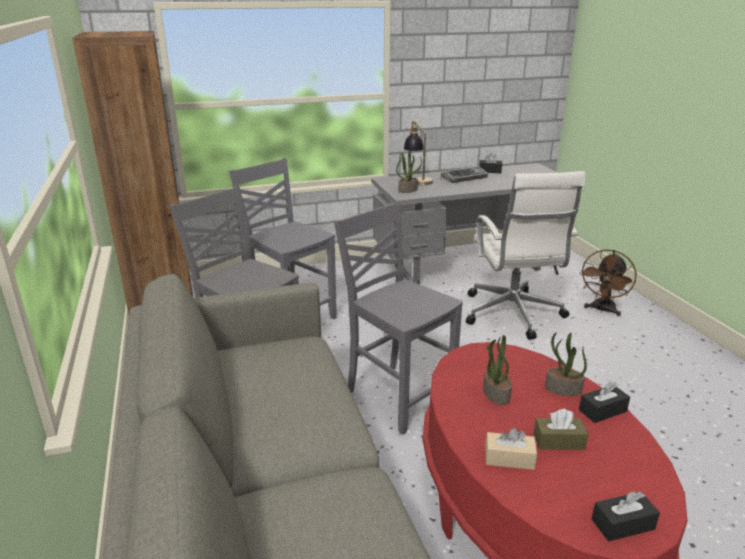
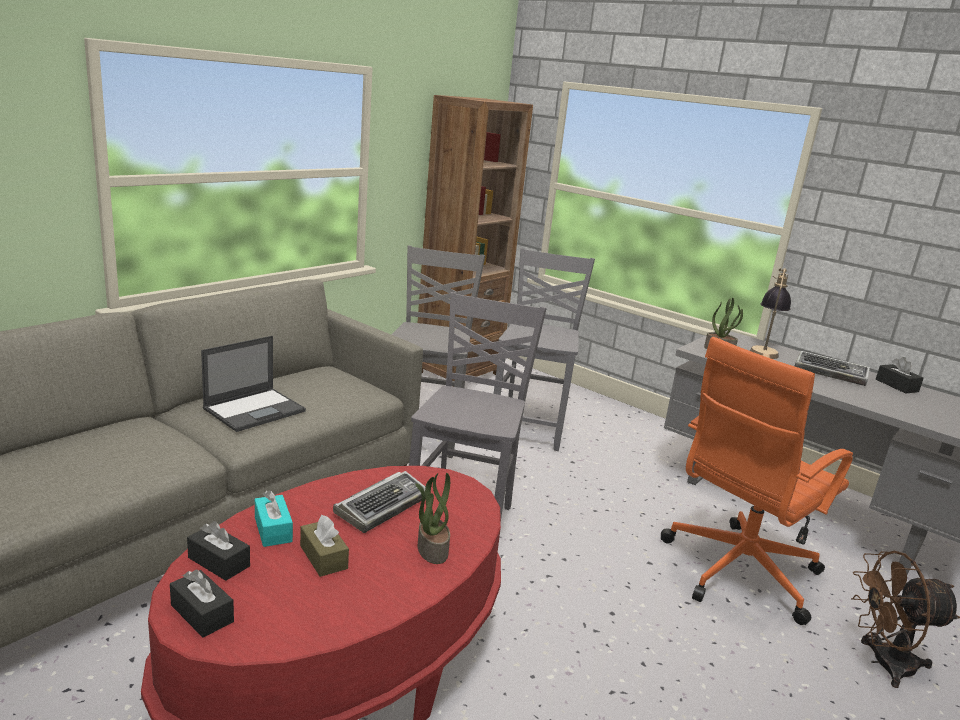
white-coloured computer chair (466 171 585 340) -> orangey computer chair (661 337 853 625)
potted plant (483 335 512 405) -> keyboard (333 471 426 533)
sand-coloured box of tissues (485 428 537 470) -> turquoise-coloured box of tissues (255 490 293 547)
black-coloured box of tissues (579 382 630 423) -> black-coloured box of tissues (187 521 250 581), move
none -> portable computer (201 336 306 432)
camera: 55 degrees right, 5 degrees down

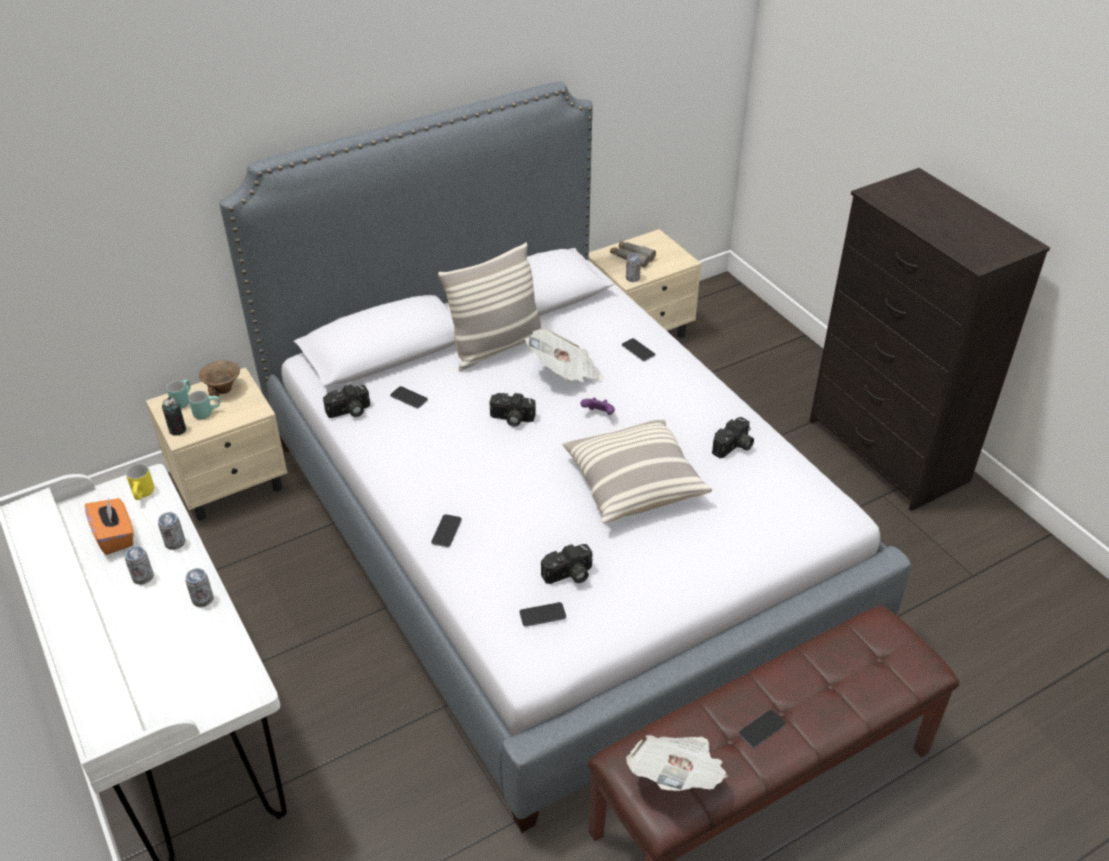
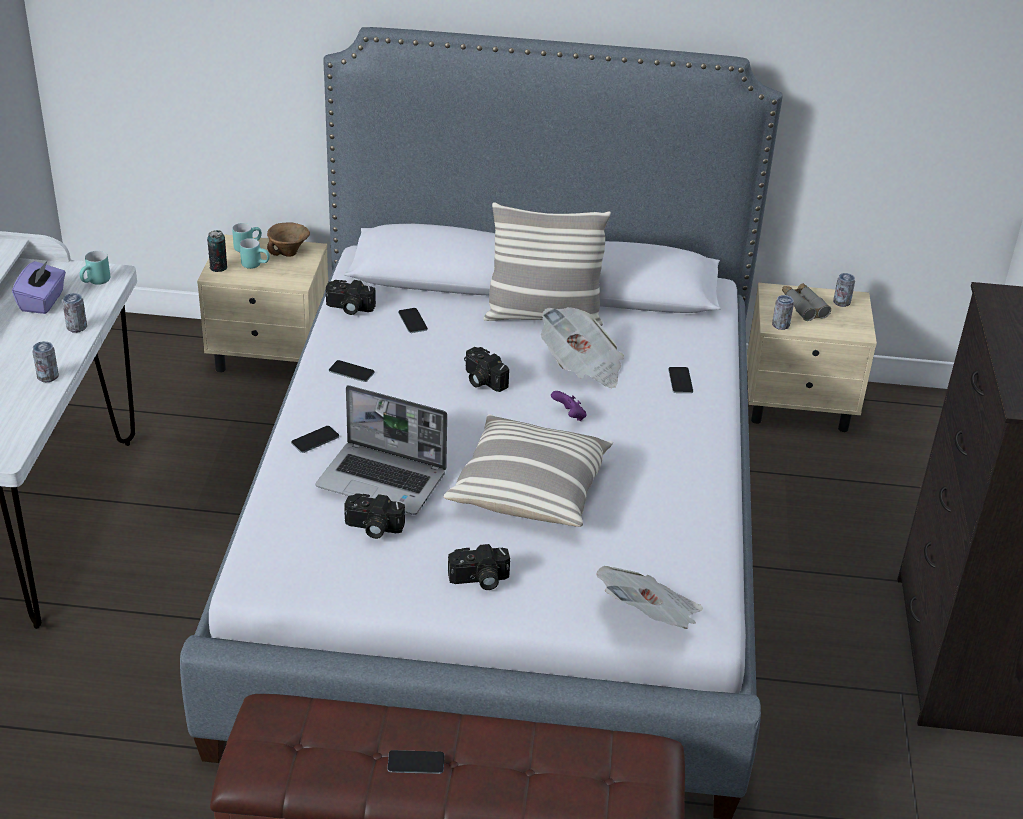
orangey box of tissues (85 496 134 555) -> purple box of tissues (12 260 66 314)
metal can (125 546 154 585) -> metal can (833 273 855 307), move
yellow mug (126 464 154 500) -> turquoise-coloured mug (79 251 110 285)
phone (519 602 566 627) -> phone (329 360 374 382), move
newspaper (626 735 728 791) -> newspaper (596 566 703 629), move
still camera (712 417 754 458) -> still camera (448 544 510 590), move
none -> portable computer (315 385 447 515)
camera: 35 degrees right, 5 degrees down

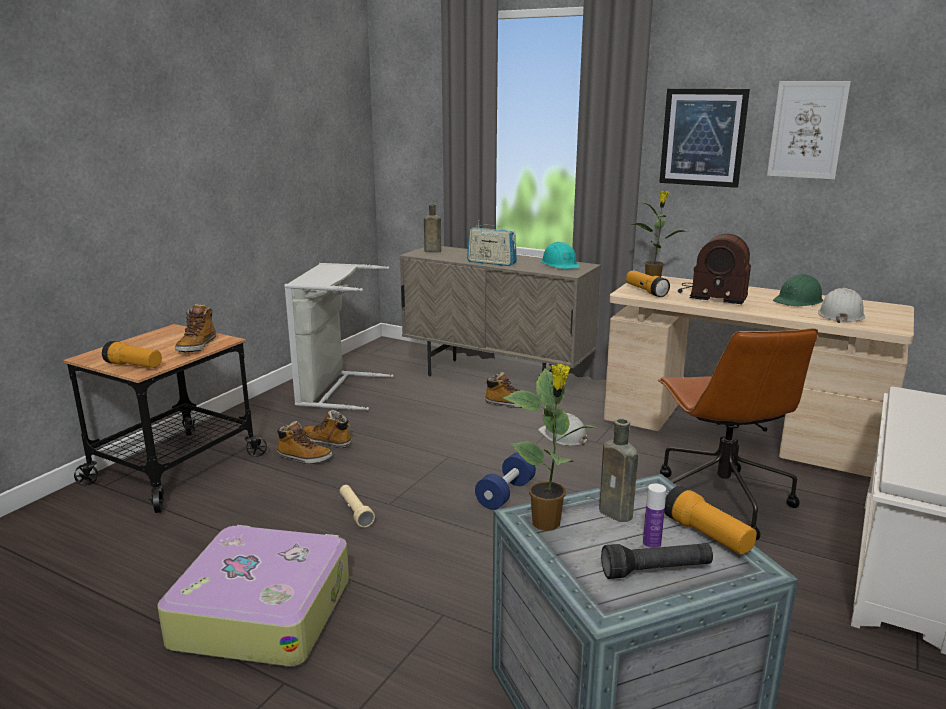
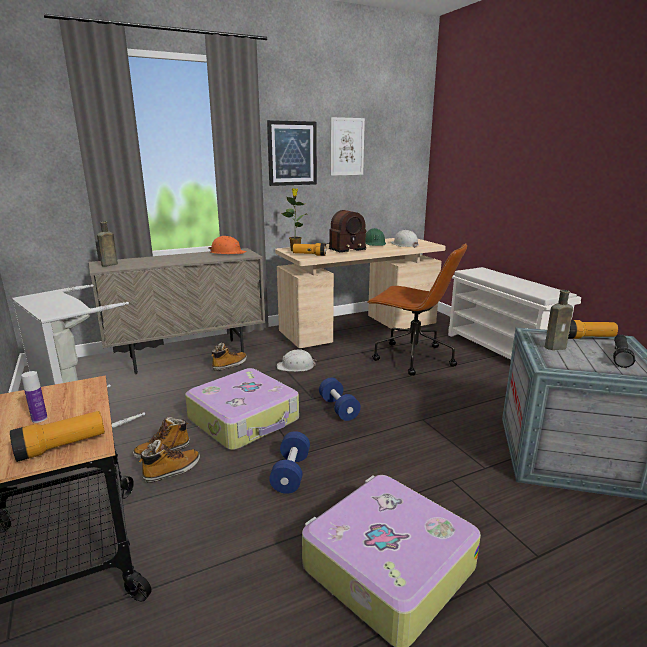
tall boot (175 304 216 353) -> none
sand-coloured flashlight (340 485 375 528) -> bluish hand weight (269 431 310 494)
radio set (467 220 517 266) -> none
potted plant (503 363 596 531) -> none
turquoise-coloured hard hat (541 242 580 269) -> orangey hard hat (208 236 247 254)
beverage bottle (643 484 666 548) -> beverage bottle (21 371 48 423), move
none -> suitcase (185 368 299 450)
camera: 55 degrees left, 0 degrees up

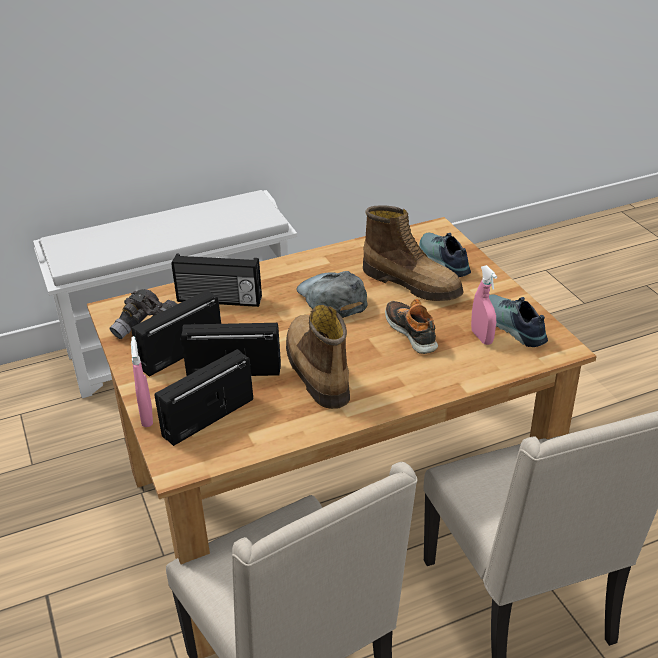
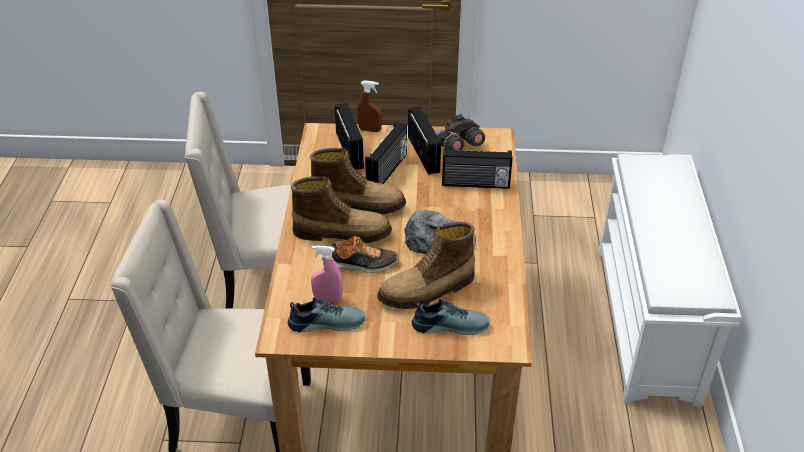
pink sprayer (131 336 153 427) -> brown sprayer (357 80 382 132)
radio set (171 254 262 307) -> radio set (442 148 513 189), 120 degrees counterclockwise
none -> tall boot (291 176 392 243)
camera: 115 degrees right, 5 degrees up

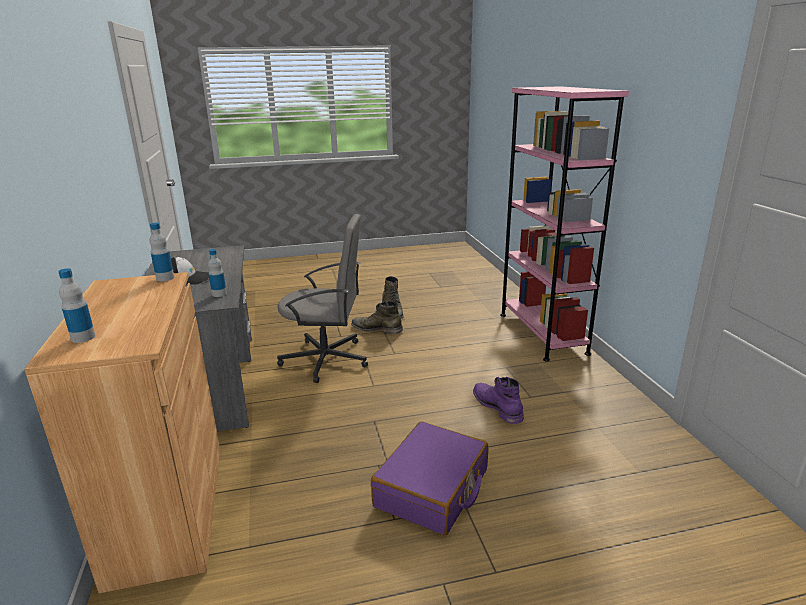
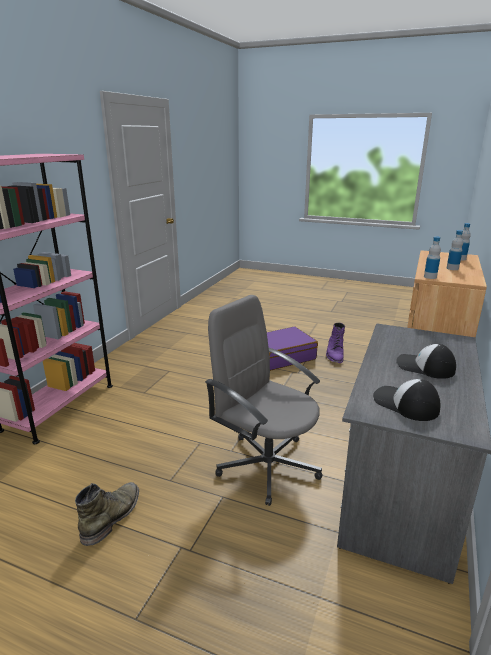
beverage bottle (208 249 227 297) -> beverage bottle (447 230 463 270), move
green tall boot (351 301 403 334) -> none
purple tall boot (473 377 524 424) -> purple tall boot (326 322 345 363), move
none -> baseball cap (373 379 441 421)
camera: 145 degrees left, 0 degrees up

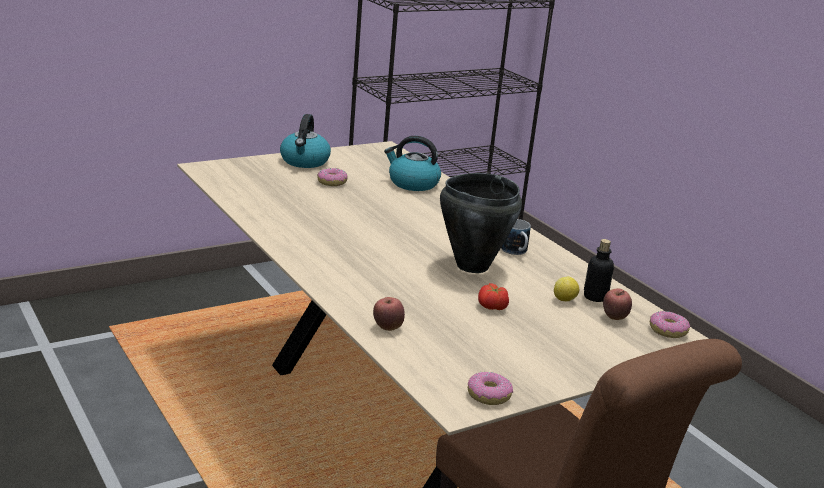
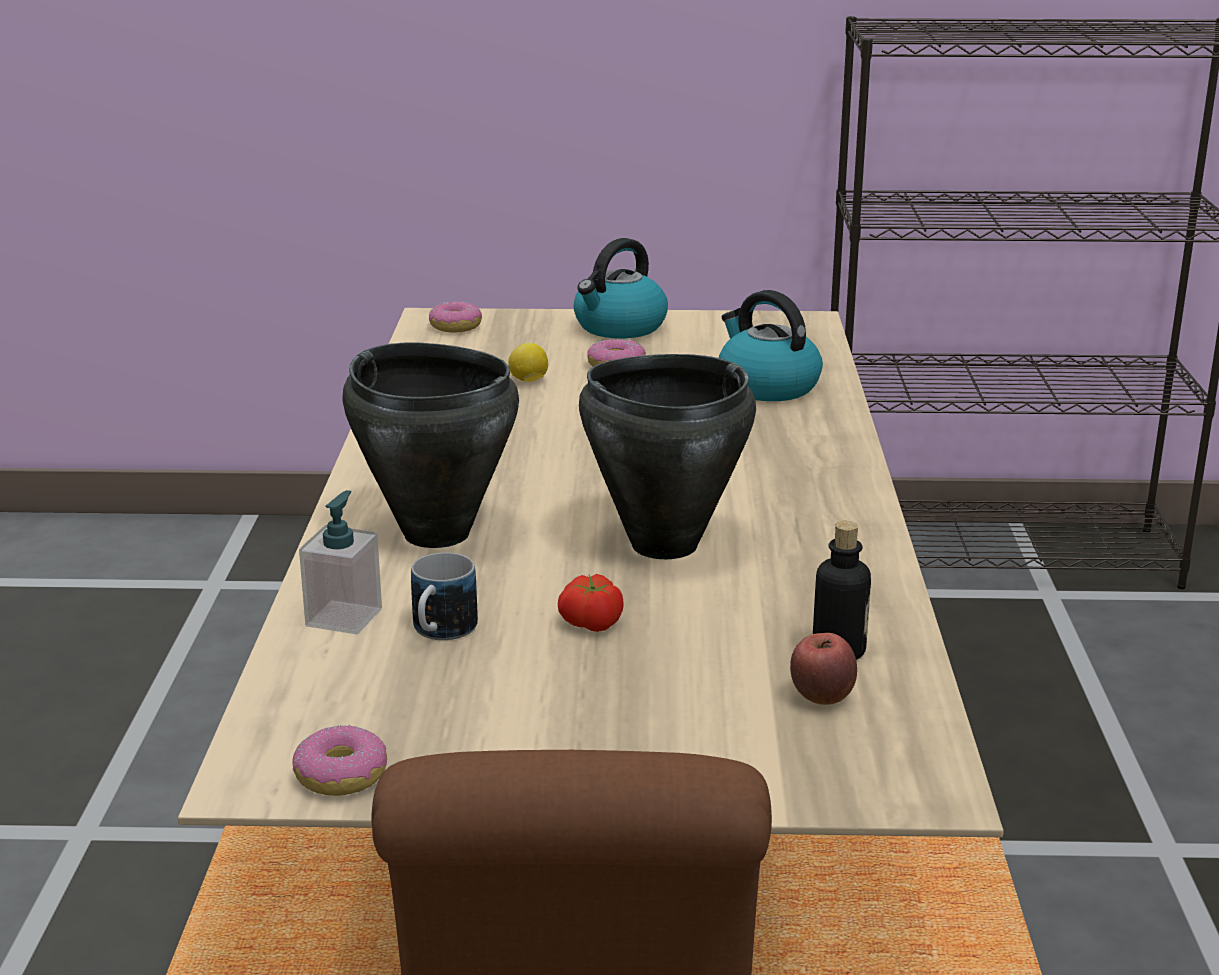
whole apple (373 297 405 331) -> soap dispenser (299 490 382 634)
mug (501 219 531 255) -> mug (411 553 478 640), move
citrus fruit (554 277 579 302) -> citrus fruit (508 343 548 382), move
donut (650 311 690 338) -> donut (429 301 482 333), move
none -> black-coloured stockpot (342 342 519 548)
camera: 35 degrees right, 0 degrees up

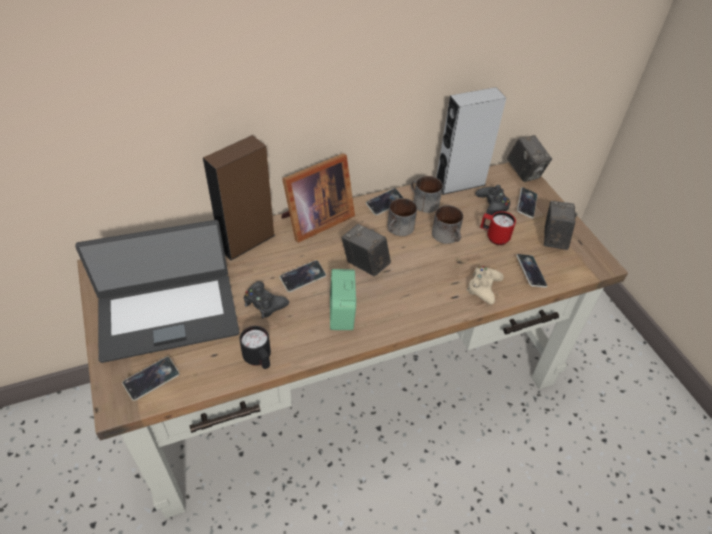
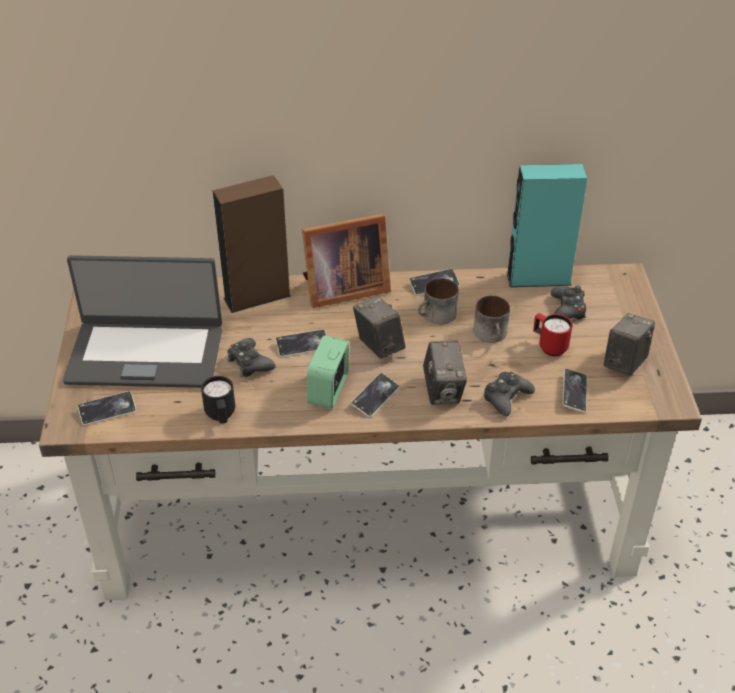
mug (411 176 443 213) -> none
greyish loudspeaker (436 87 506 195) -> turquoise-coloured loudspeaker (507 164 587 287)
sand-coloured joypad (466 266 504 304) -> black-coloured joypad (483 371 535 416)
still camera (507 135 552 182) -> still camera (423 341 467 405), move
phone (517 187 537 218) -> phone (351 373 399 417), move
camera: 20 degrees right, 5 degrees down

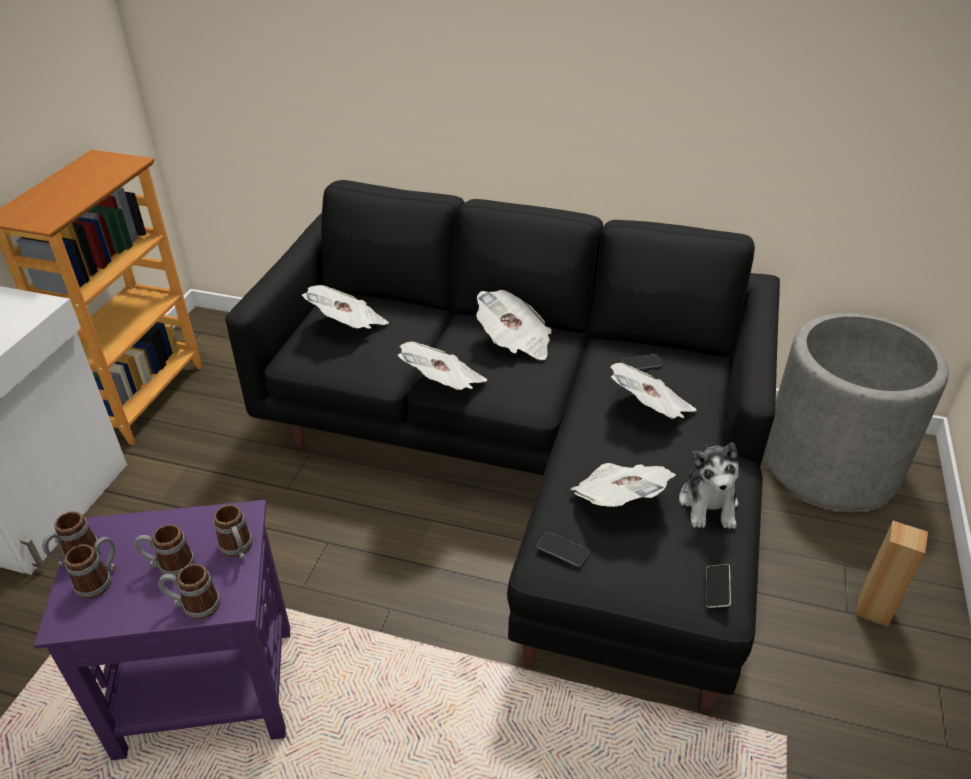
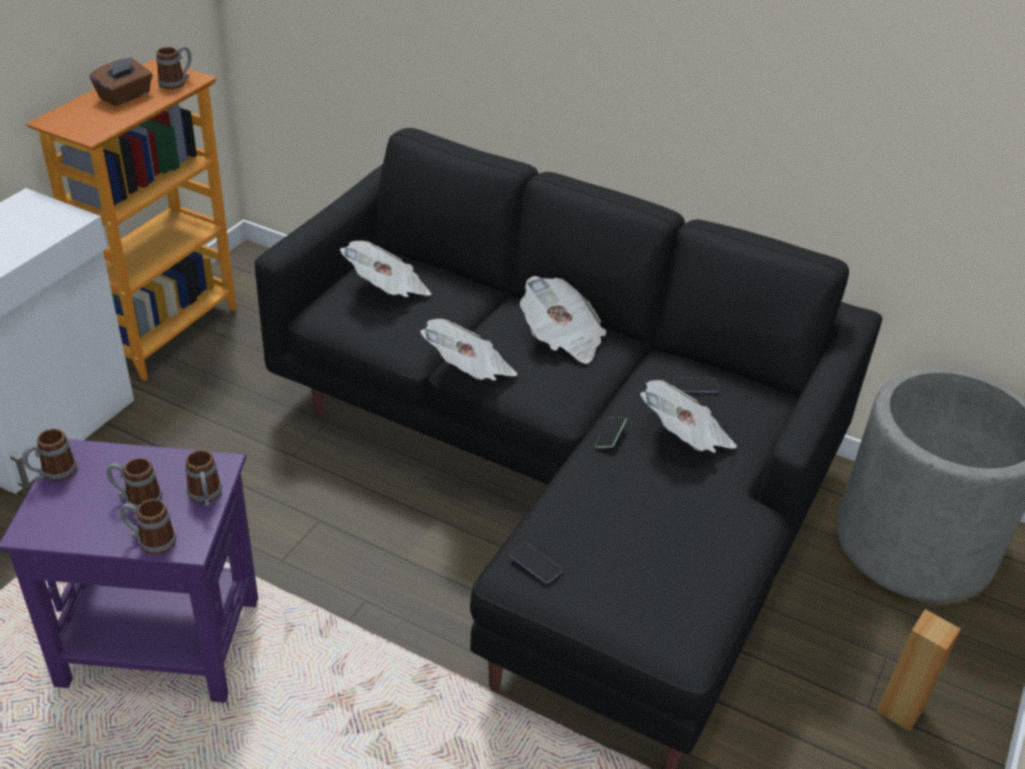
mug (65 537 116 599) -> mug (156 46 192 89), move
newspaper (571 463 676 507) -> none
plush toy (679 443 739 529) -> none
phone (706 564 731 608) -> phone (595 417 627 448), move
none -> brown box of tissues (90 57 152 106)
camera: 10 degrees right, 0 degrees up

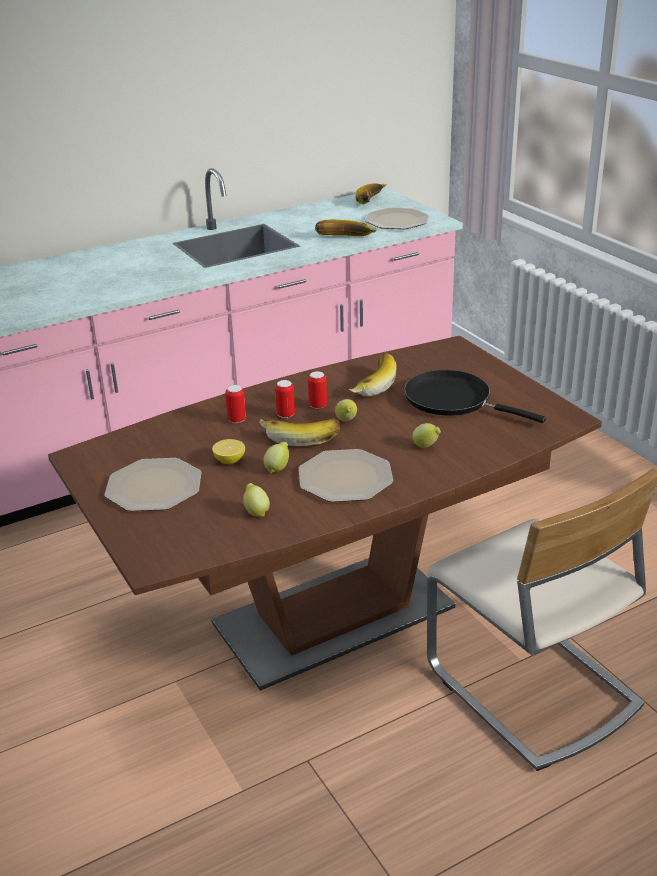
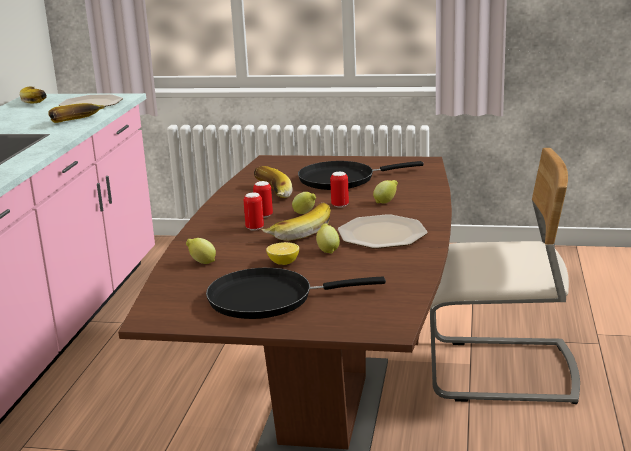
dinner plate (104 458 202 511) -> black-coloured pan (206 268 386 319)
metal can (225 385 246 423) -> metal can (330 172 349 208), move
citrus fruit (243 483 270 517) -> citrus fruit (186 238 216 264), move
camera: 50 degrees left, 10 degrees down

